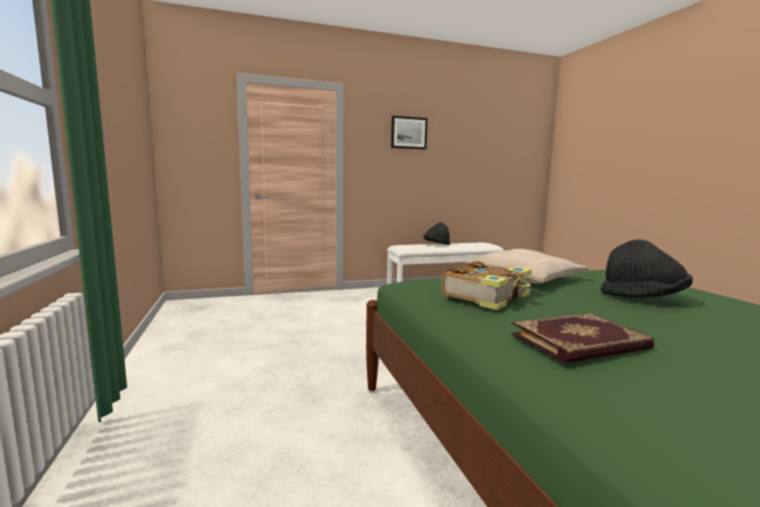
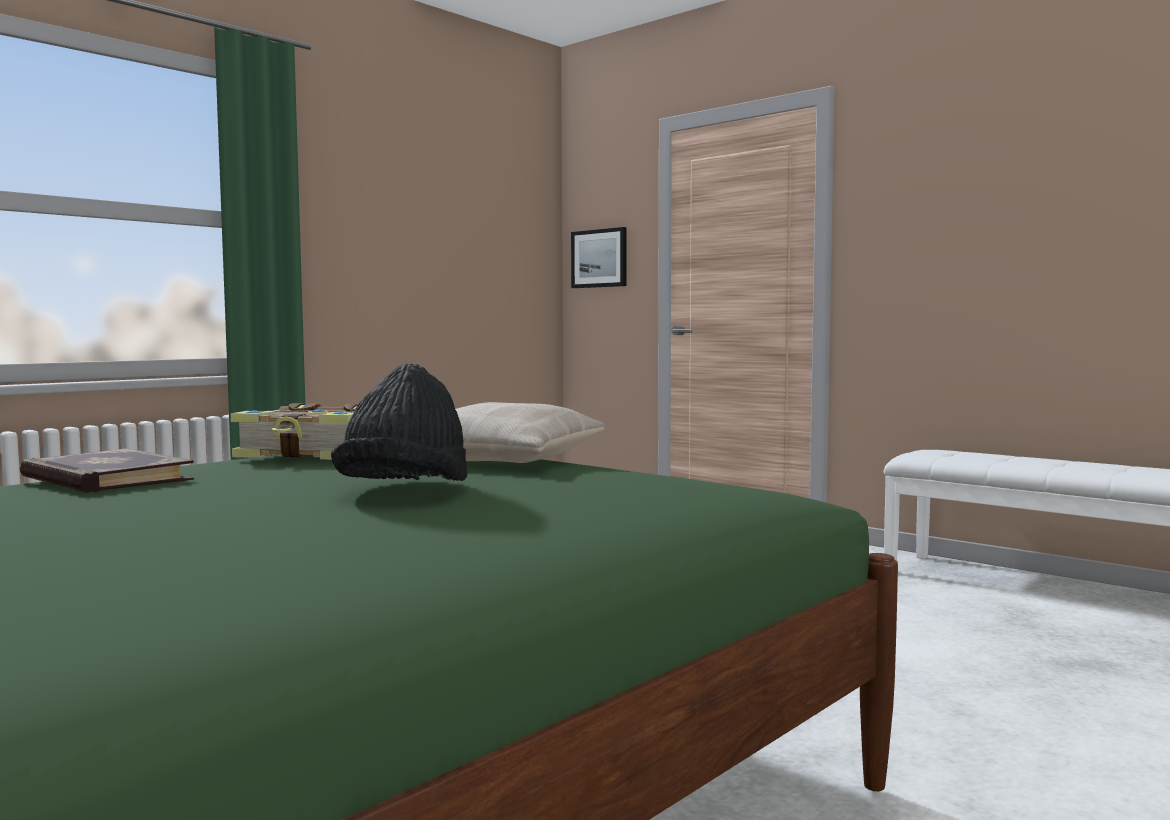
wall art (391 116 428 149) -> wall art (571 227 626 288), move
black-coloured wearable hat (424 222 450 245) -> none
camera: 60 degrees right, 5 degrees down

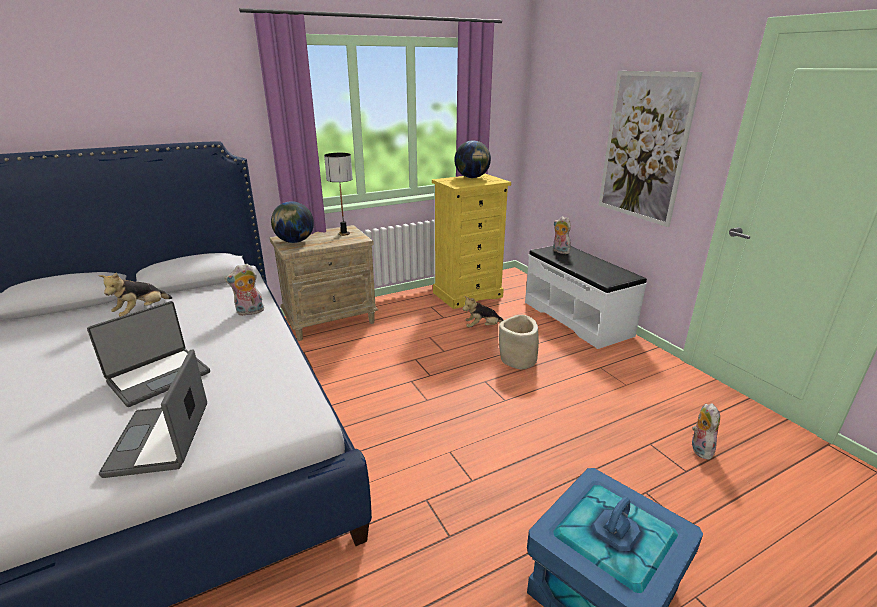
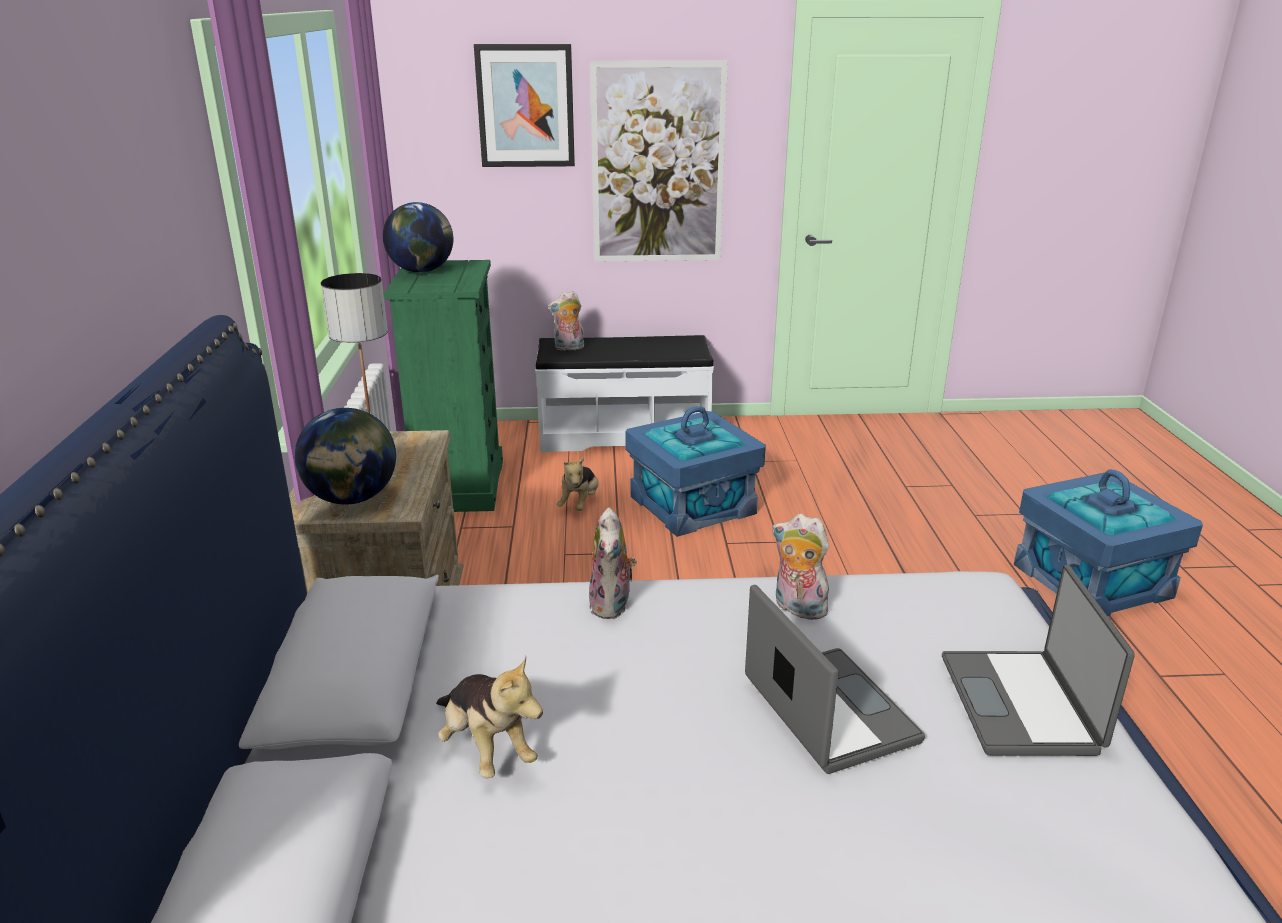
portable computer (99 350 207 478) -> portable computer (942 565 1135 756), 75 degrees clockwise
yellow drawer chest (432 174 511 309) -> green drawer chest (384 260 503 512)
sand-coloured plant pot (499 315 539 369) -> bluish storage container (625 406 766 537)
plush toy (692 403 720 460) -> plush toy (772 514 831 620), move
none -> wall art (474 44 575 167)
camera: 65 degrees left, 0 degrees up

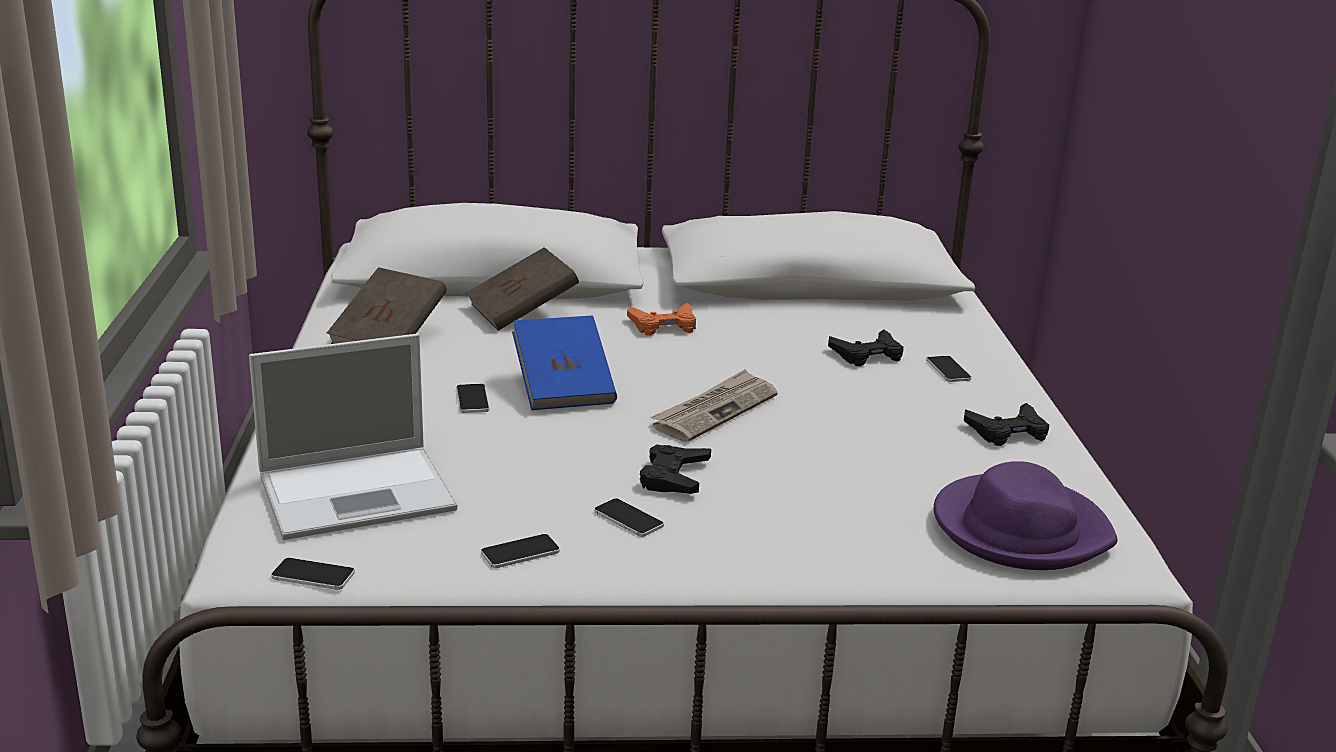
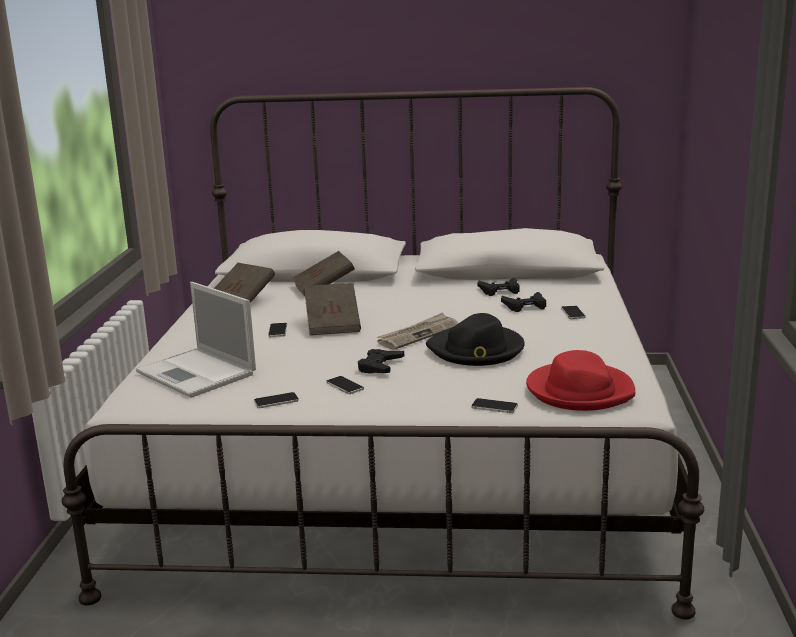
portable computer (249 334 457 540) -> portable computer (136 282 256 398), 60 degrees clockwise
phone (271 558 355 590) -> phone (471 398 518 413), move
bluish bound book (512 316 617 410) -> brown bound book (304 283 361 335)
orangey joypad (627 303 696 336) -> none
purple wearable hat (934 461 1118 570) -> red wearable hat (526 350 635 411)
black-coloured joypad (964 403 1049 446) -> black-coloured joypad (478 278 520 296), move
none -> black-coloured wearable hat (426 313 525 366)
camera: 10 degrees right, 5 degrees down

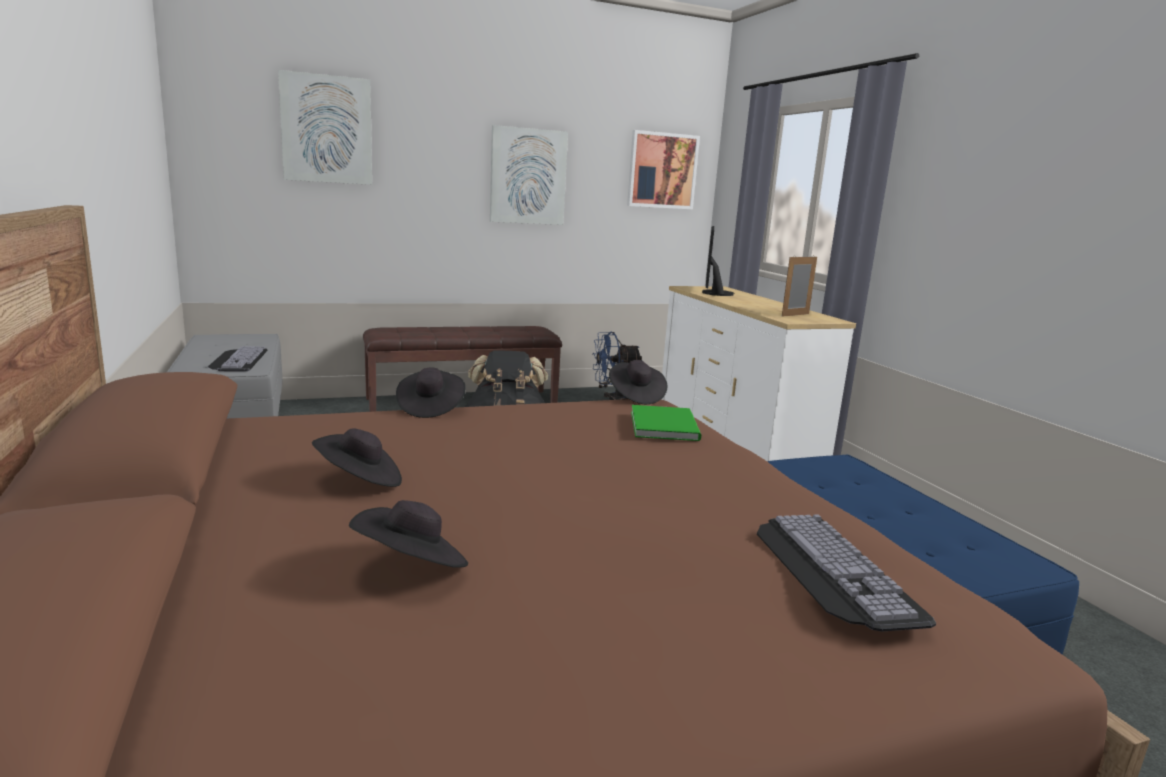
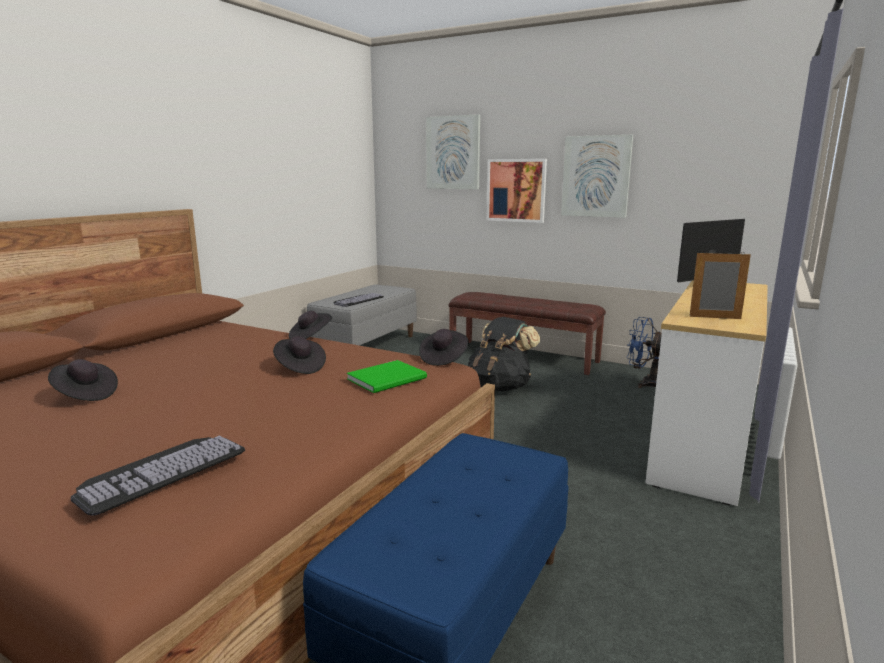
black-coloured wearable hat (312 428 402 487) -> black-coloured wearable hat (273 336 326 374), move
wall art (627 130 700 209) -> wall art (486 159 547 223), move
camera: 50 degrees right, 0 degrees up

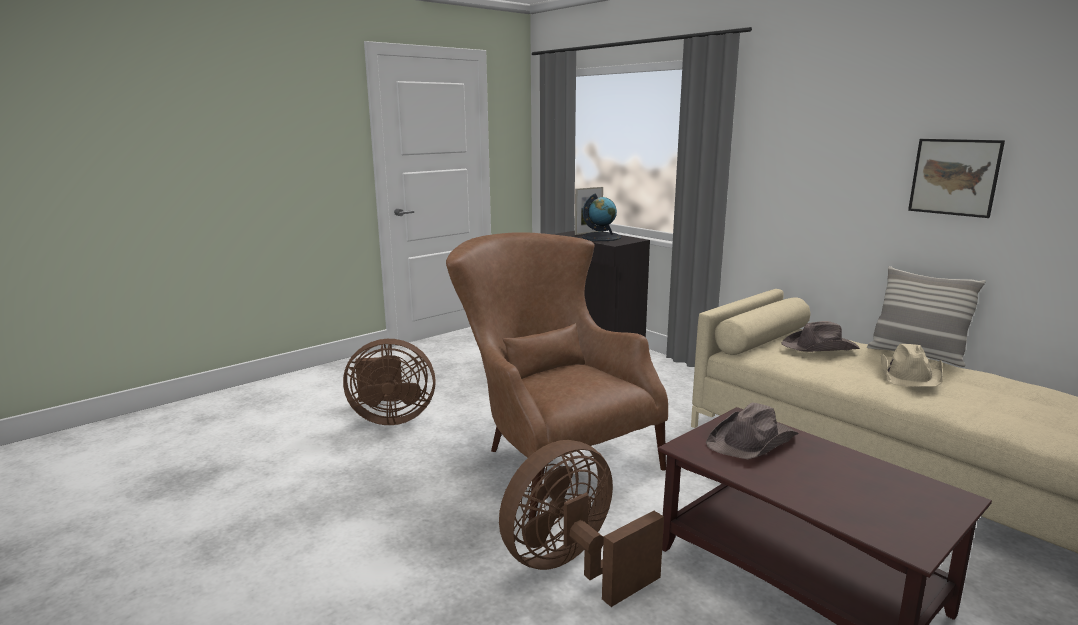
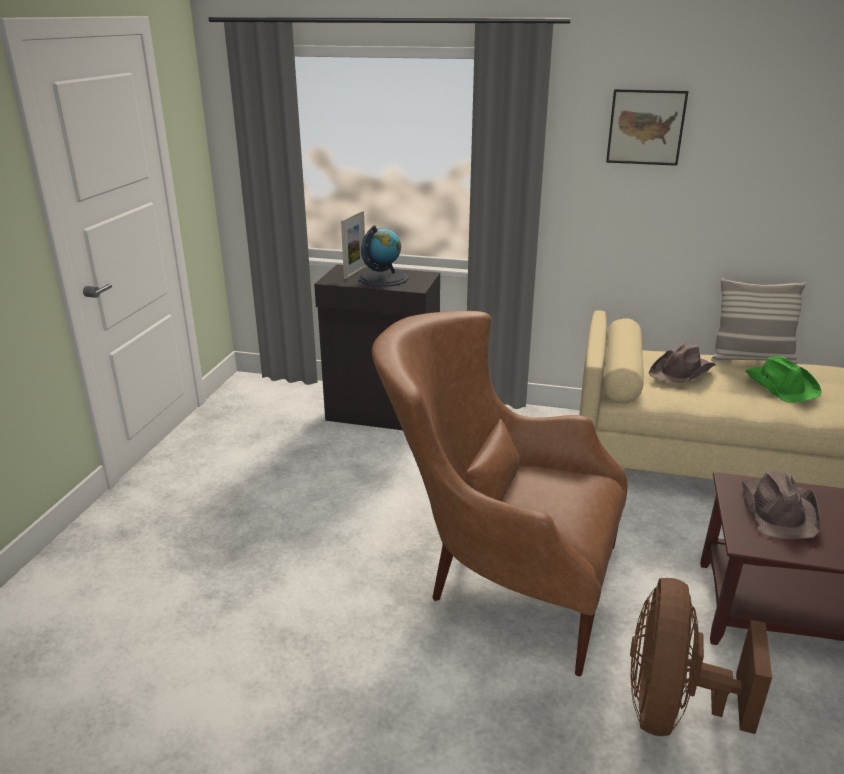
brown electric fan (343 339 436 425) -> none
sand-coloured wearable hat (881 344 943 387) -> green wearable hat (745 356 822 403)
wall art (908 139 1005 218) -> wall art (606 89 689 166), move
camera: 35 degrees left, 10 degrees up

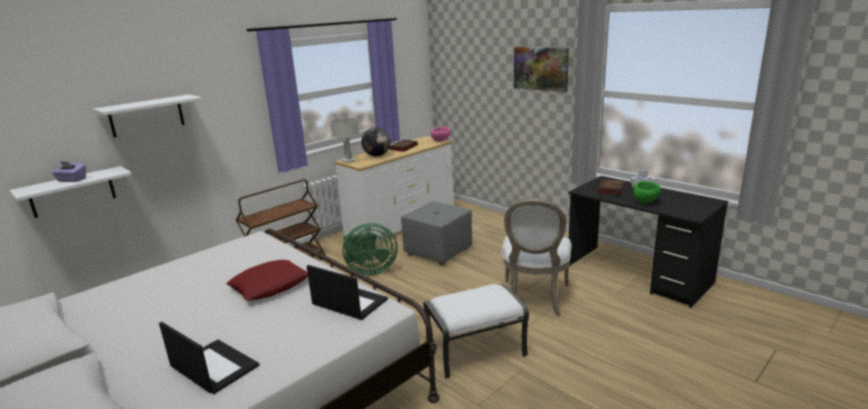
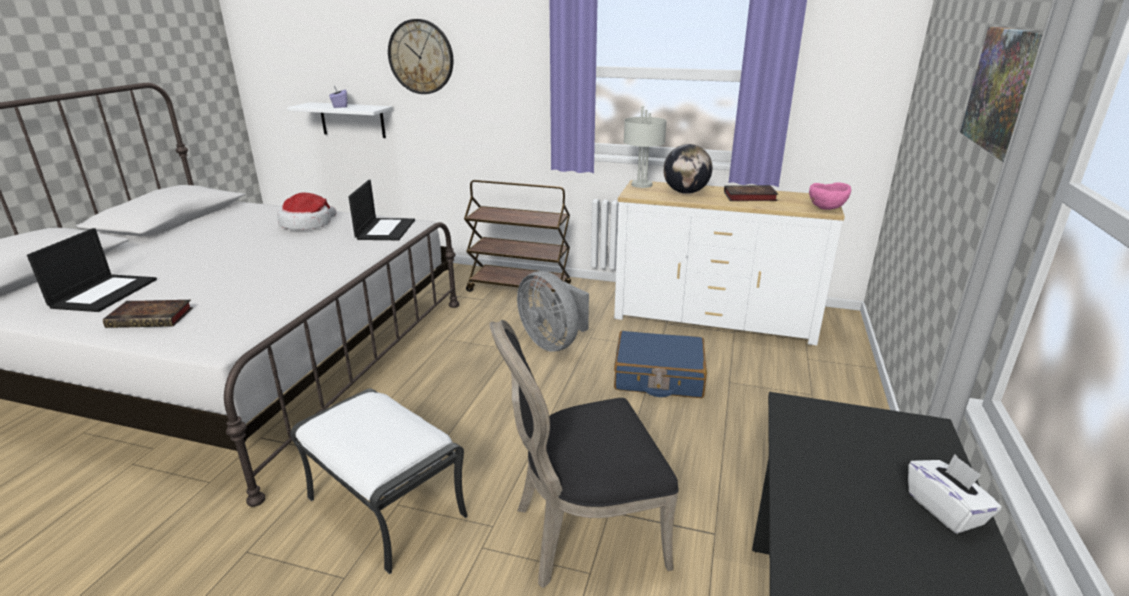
white-coloured wall shelf (93 94 202 138) -> wall clock (388 19 454 94)
red cushion (227 260 308 301) -> none
portable computer (307 265 388 320) -> portable computer (348 180 415 240), move
green electric fan (342 223 398 275) -> greyish electric fan (517 271 589 352)
greyish pouffe (401 201 472 265) -> bluish suitcase (614 331 707 398)
white-coloured chair (502 198 572 316) -> black-coloured chair (490 320 679 588)
bound book (597 179 625 195) -> bound book (103 300 193 328), move
green deep dish (633 181 661 203) -> none
none -> wearable hat (277 193 337 230)
camera: 60 degrees right, 5 degrees up

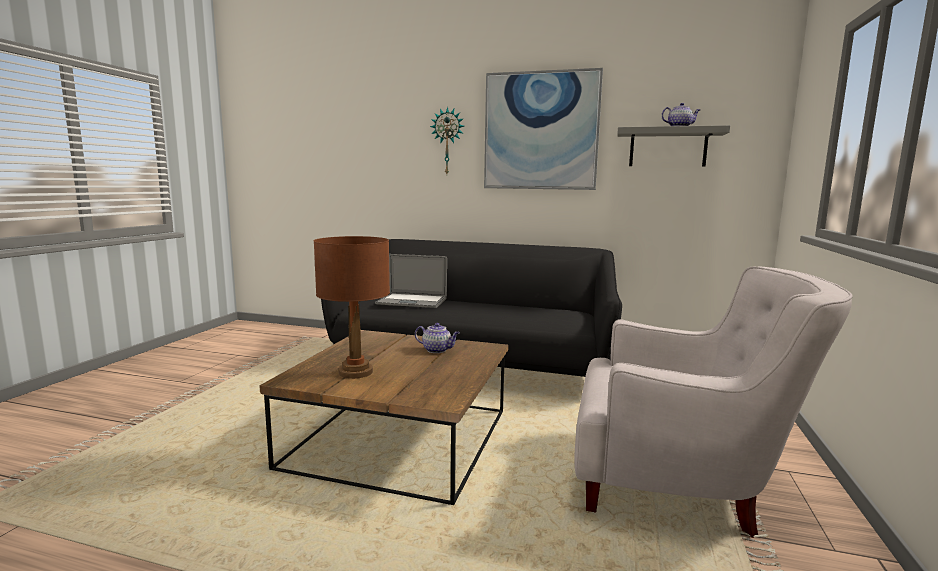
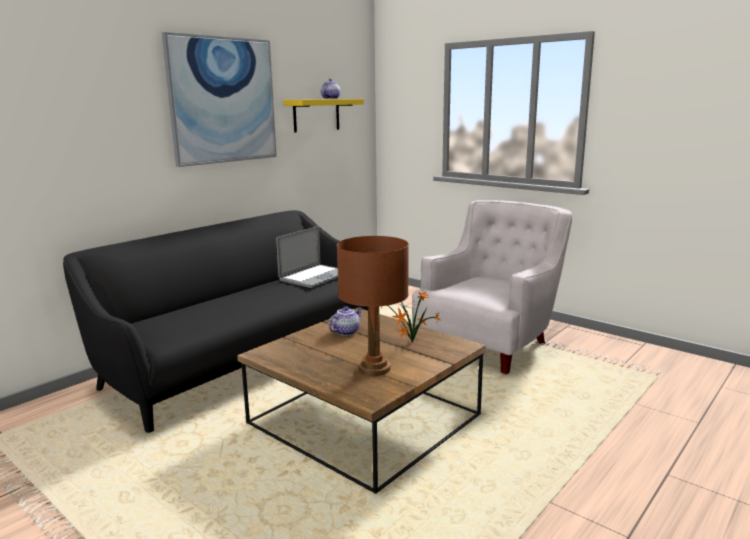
portable computer (375 254 447 308) -> portable computer (276 226 338 288), move
wall clock (430 107 464 174) -> none
greyish wall shelf (617 125 730 166) -> yellow wall shelf (284 99 364 132)
none -> potted plant (379 290 440 342)
camera: 65 degrees left, 5 degrees up

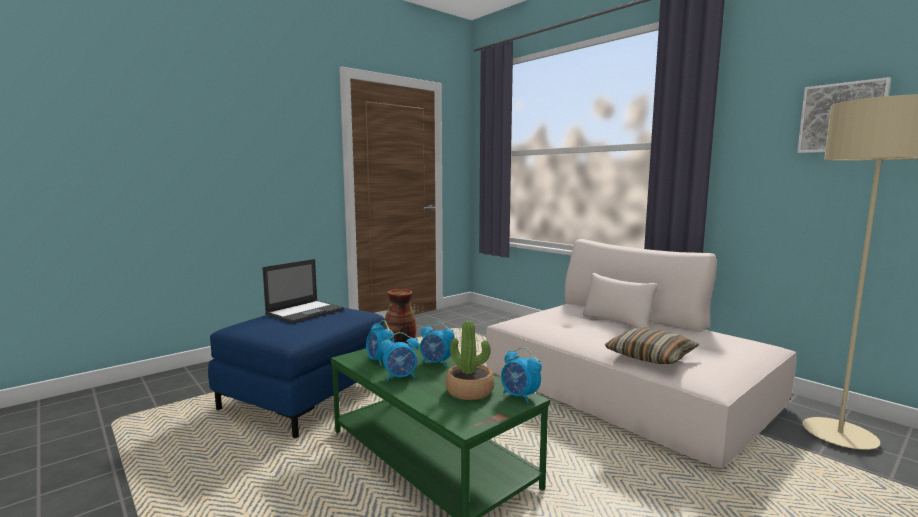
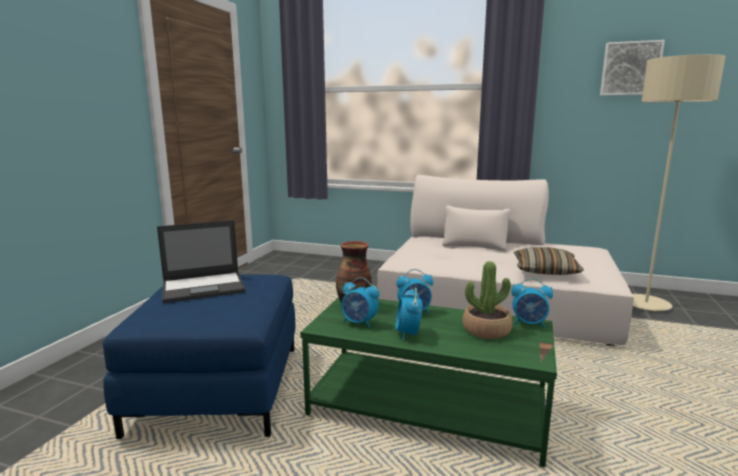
portable computer (262 259 344 324) -> portable computer (157 220 246 304), 60 degrees clockwise
bedside clock (381 332 419 381) -> bedside clock (396 287 422 341), 135 degrees clockwise
camera: 30 degrees left, 5 degrees up

